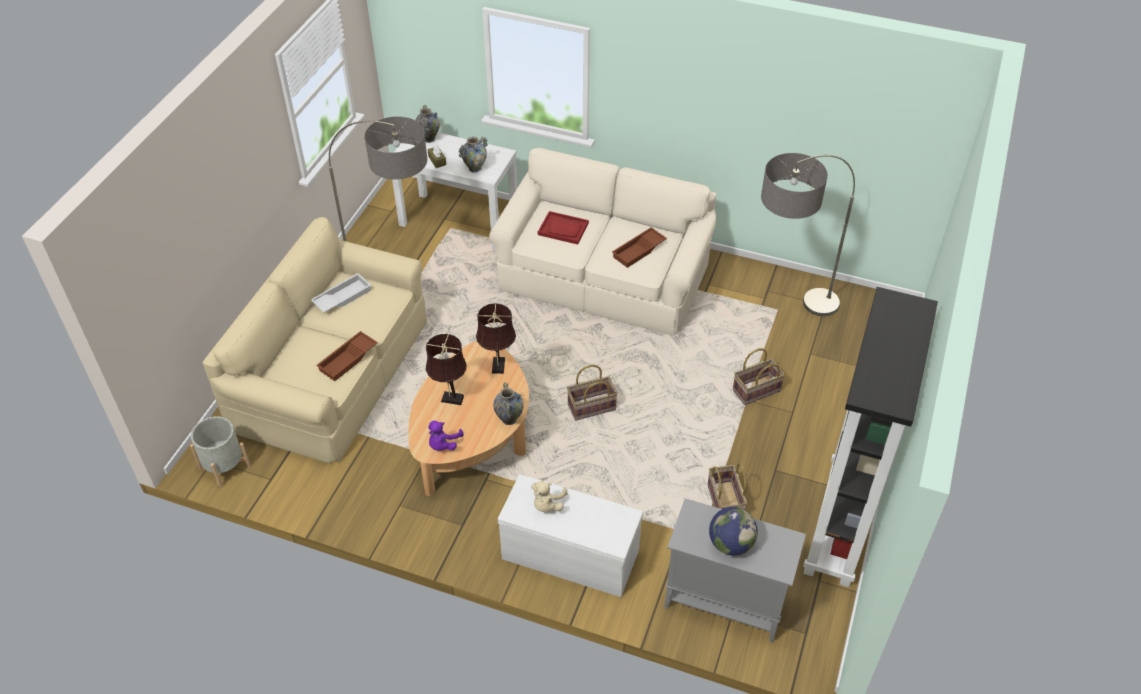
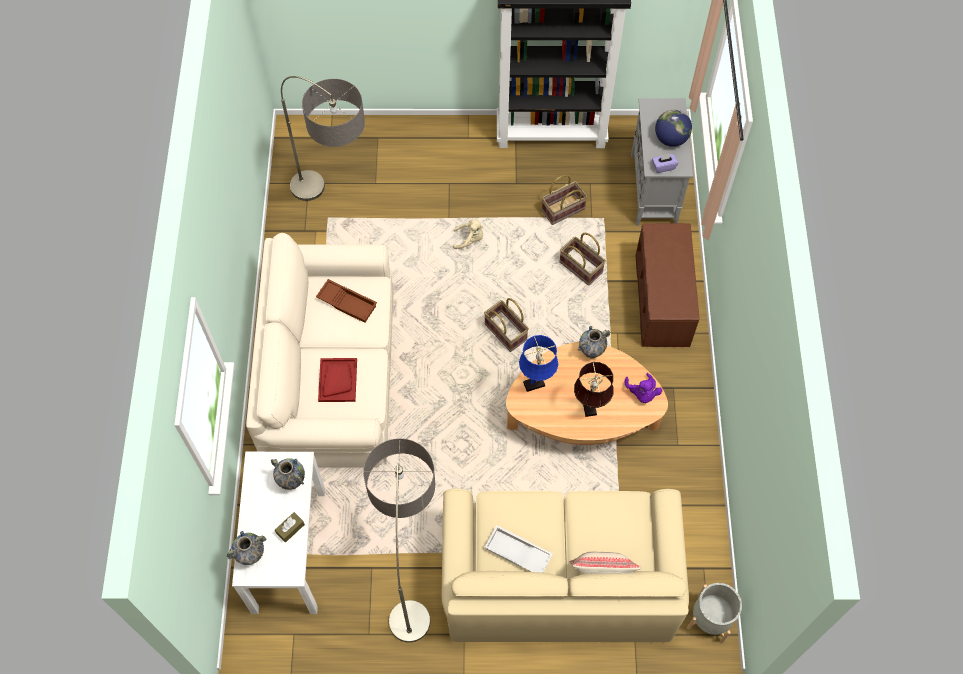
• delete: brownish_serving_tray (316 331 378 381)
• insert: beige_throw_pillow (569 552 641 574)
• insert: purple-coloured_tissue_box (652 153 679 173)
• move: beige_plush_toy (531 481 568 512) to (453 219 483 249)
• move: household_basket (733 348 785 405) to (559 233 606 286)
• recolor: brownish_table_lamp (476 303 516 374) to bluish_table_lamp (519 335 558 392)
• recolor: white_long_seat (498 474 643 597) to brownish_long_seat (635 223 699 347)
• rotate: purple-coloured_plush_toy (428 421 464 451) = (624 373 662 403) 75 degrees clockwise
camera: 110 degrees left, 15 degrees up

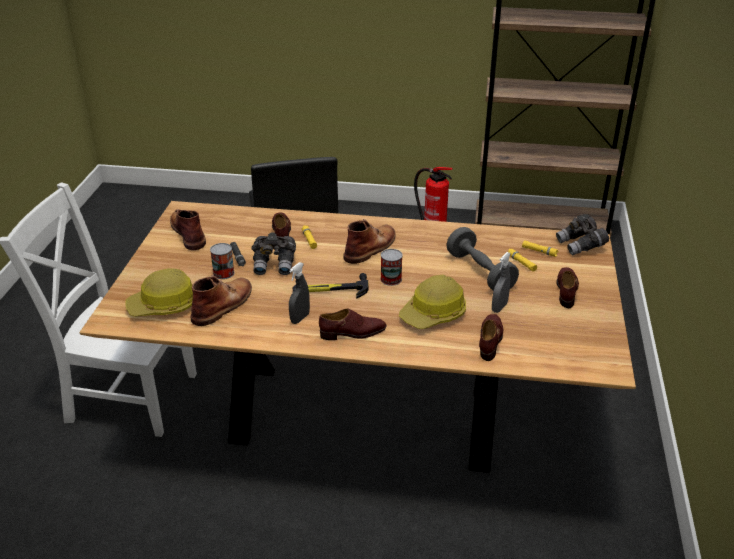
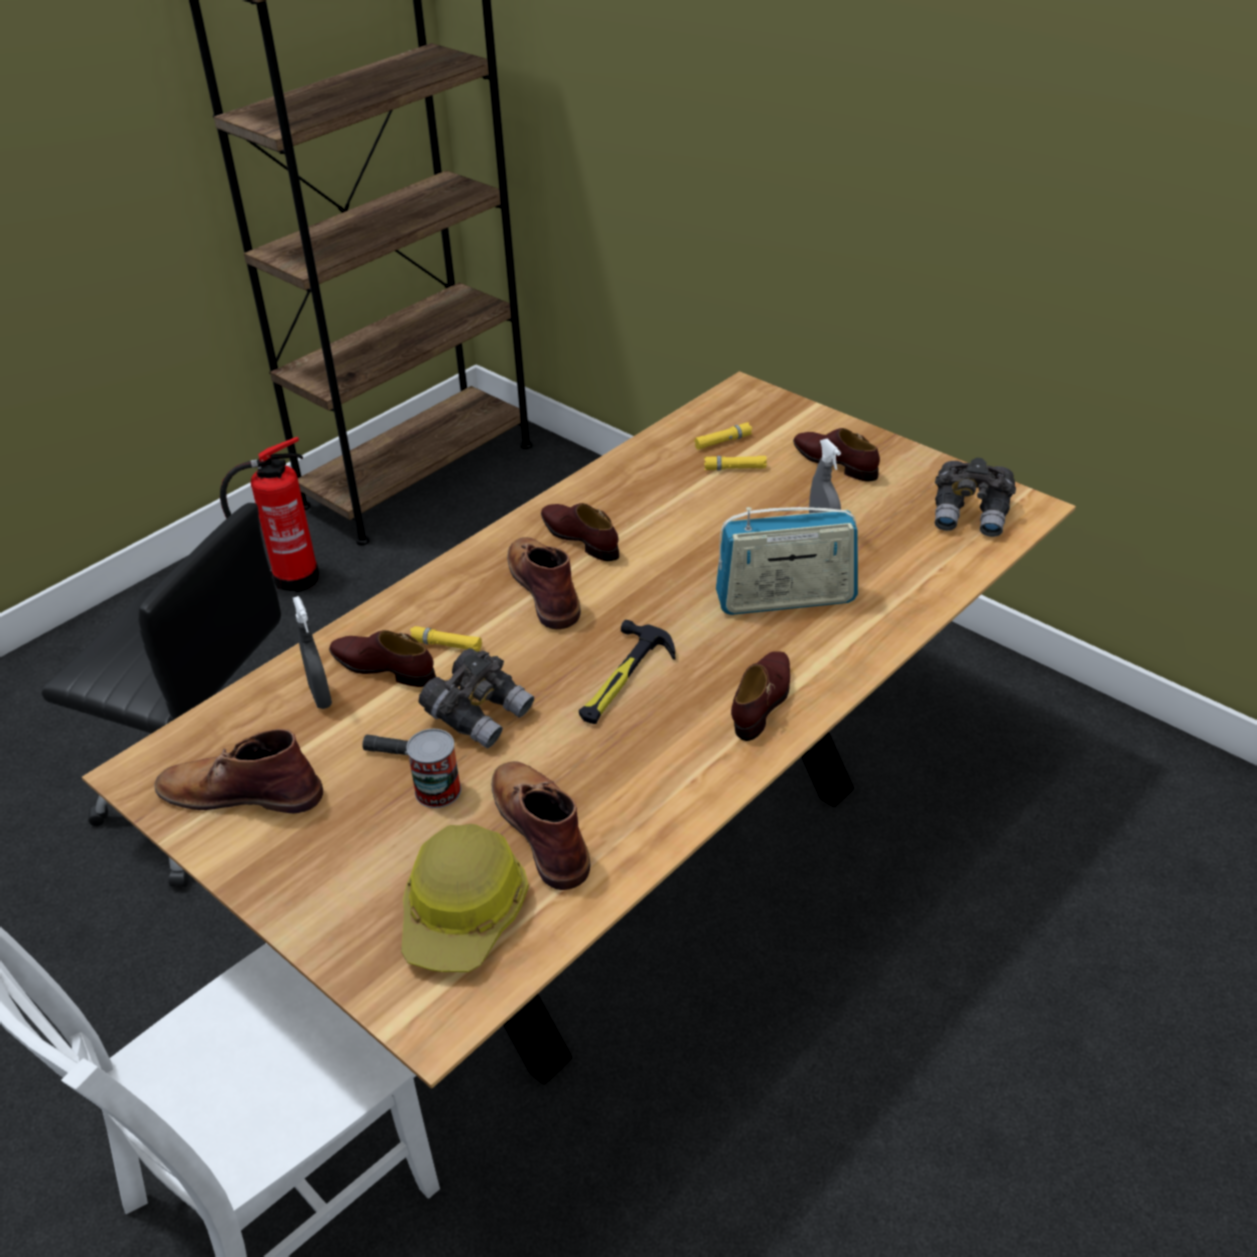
• delete: sealed_can (381 249 403 286)
• delete: grey_hand_weight (446 227 519 291)
• move: grey_hand_sprayer (289 262 310 324) to (293 596 332 709)
• move: brownish_low_shoe (479 314 503 361) to (541 503 619 561)
• move: grey_pair_of_binoculars (556 214 609 255) to (935 457 1016 537)
• replace: hard_hat (399 275 466 329) to radio_receiver (716 507 858 615)
camera: 55 degrees left, 5 degrees up

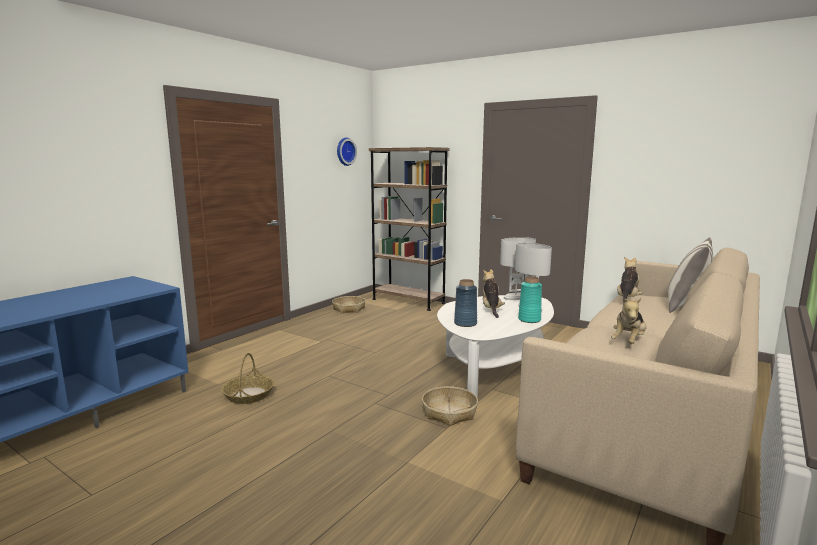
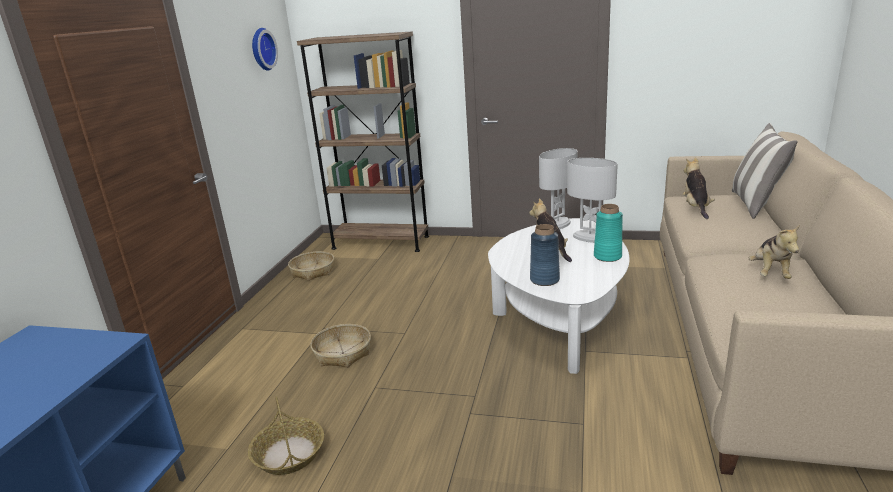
• move: household_basket (422 386 478 426) to (310 324 371 368)
camera: 20 degrees left, 10 degrees up

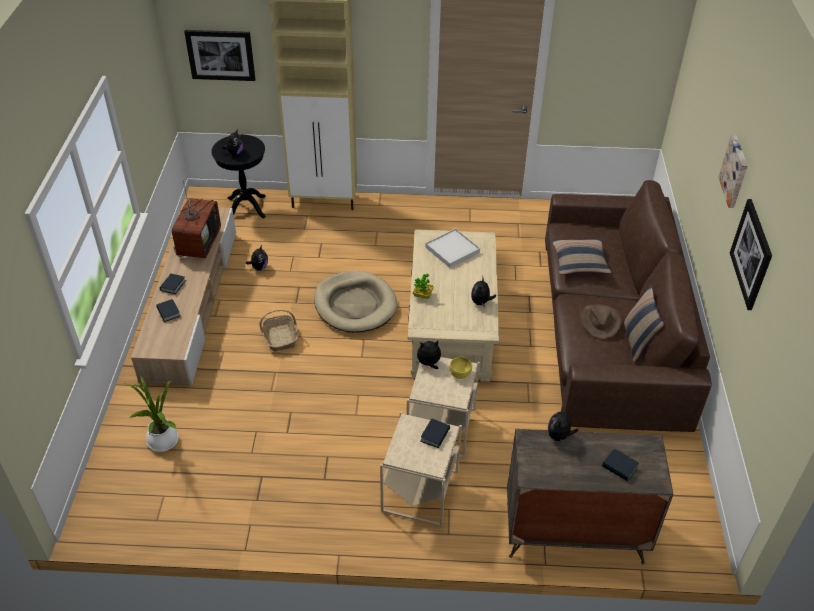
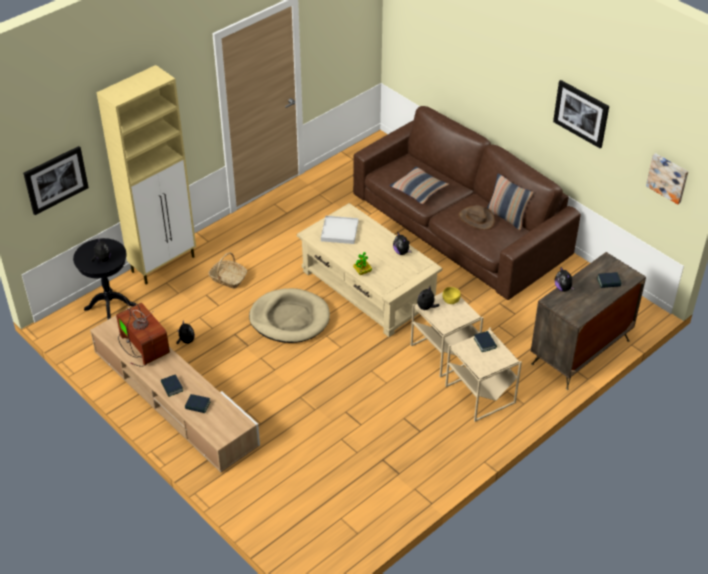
• delete: potted_plant (124 375 179 452)
• move: household_basket (259 309 298 351) to (208 252 247 289)
• move: wall_picture (718 136 748 208) to (646 153 688 204)
camera: 45 degrees left, 0 degrees up

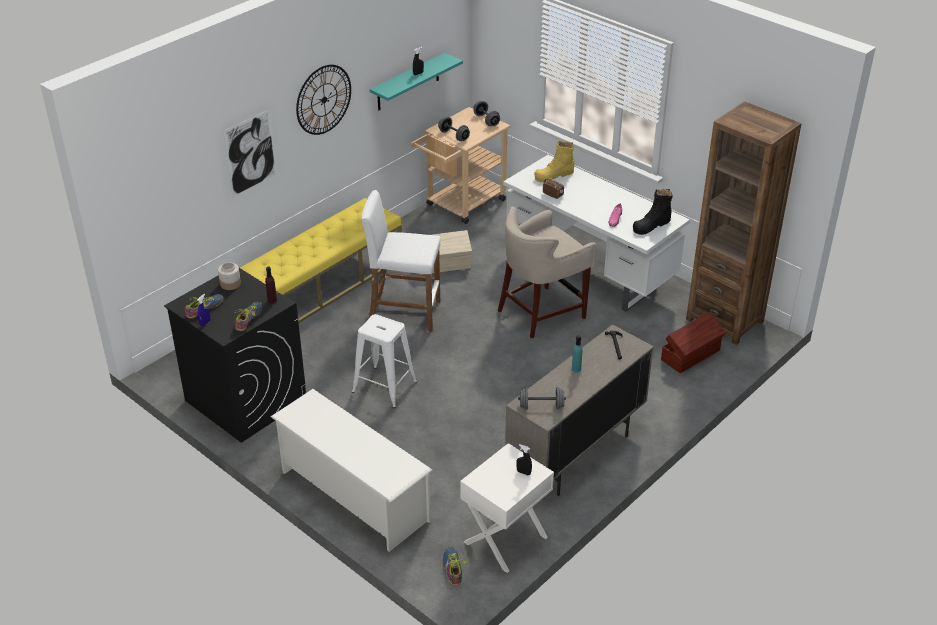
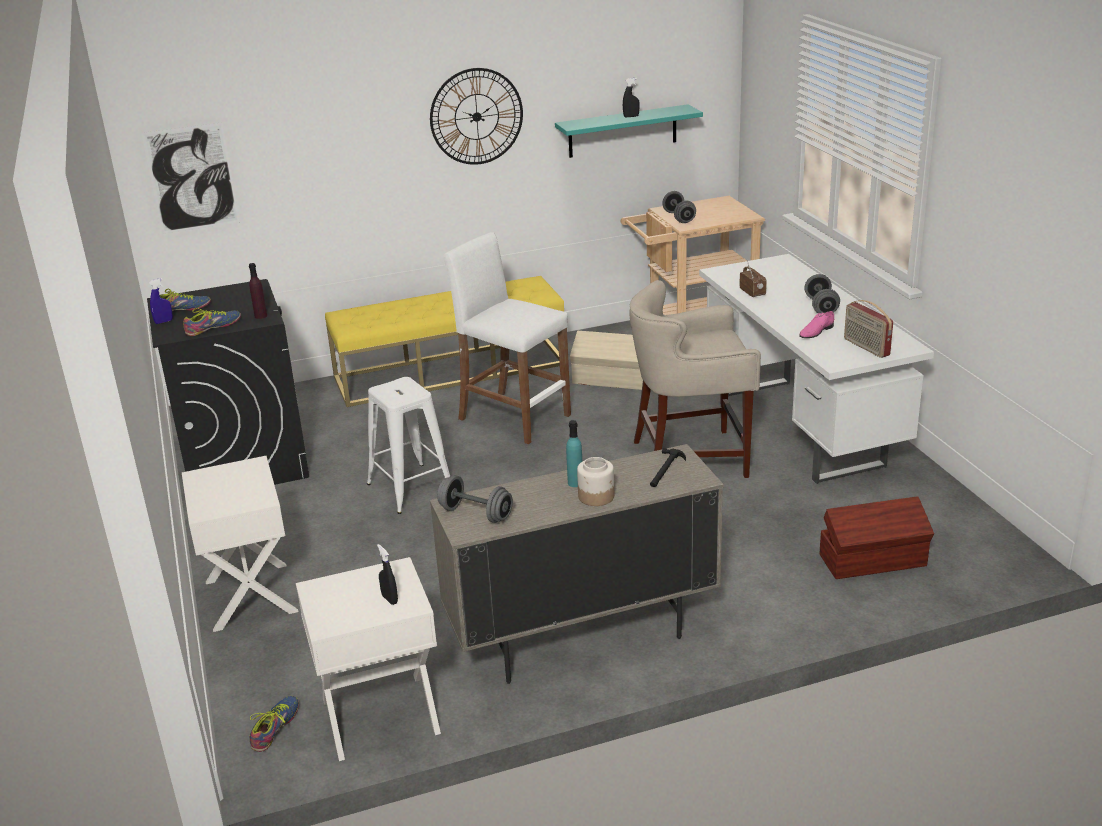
• delete: yellowish_boot (534 141 575 182)
• delete: brownish_shelving_unit (686 101 802 345)
• move: storage_jar (218 262 241 290) to (577 457 614 506)
• move: wall_picture (223 110 277 198) to (141 122 240 234)
• move: grey_hand_weight (473 101 500 126) to (804 274 840 313)
• replace: white_shoe_stand (271 389 432 552) to white_night_table (182 456 298 632)
• replace: black-coloured_boot (633 189 672 235) to radio_receiver (844 300 893 358)
camera: 30 degrees right, 10 degrees down

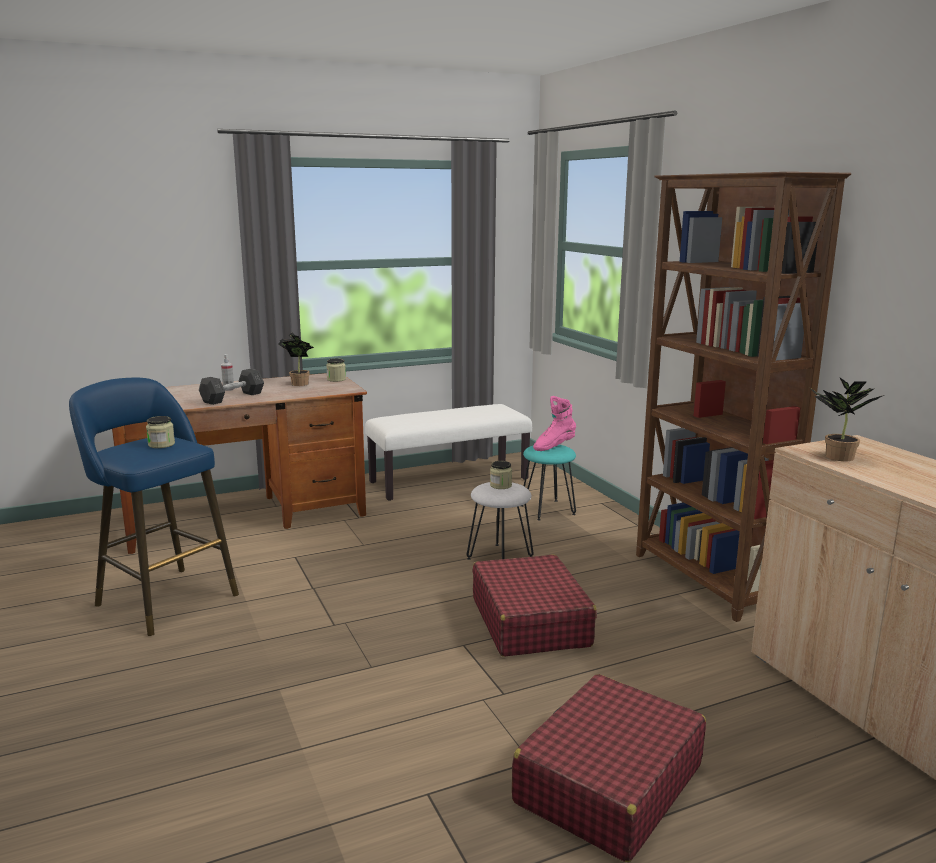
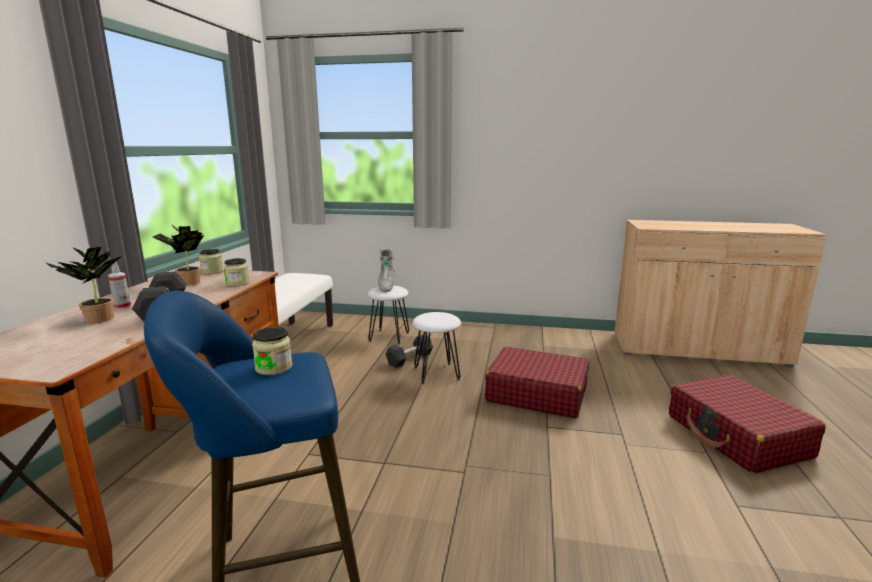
• delete: brownish_shelving_unit (636 172 851 622)
• insert: grey_hand_weight (385 335 433 368)
• move: storage_jar (490 461 512 489) to (224 258 250 286)
• move: potted_plant (810 378 884 461) to (45 247 121 323)
• recolor: turquoise-coloured_stool (521 445 576 521) to white_stool (368 286 409 344)
• recolor: pink-coloured_boot (533 396 576 451) to grey_boot (378 248 395 292)
camera: 55 degrees left, 0 degrees up

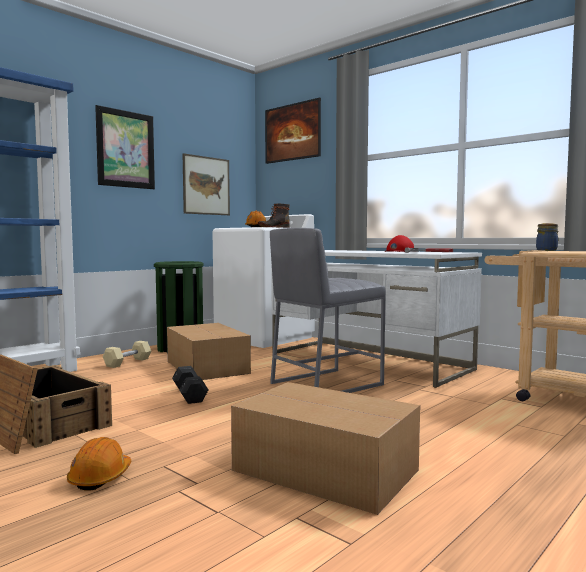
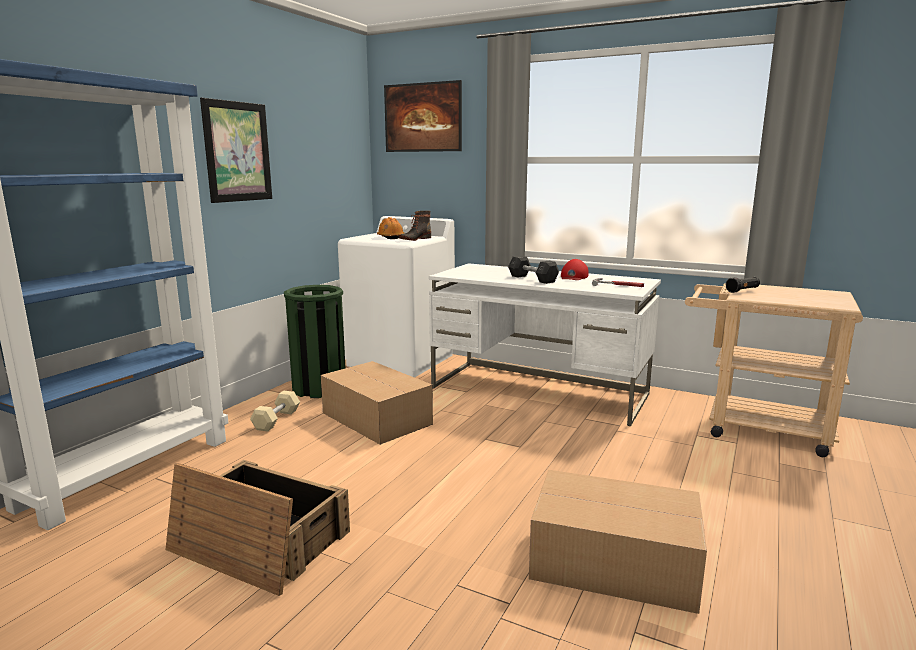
• delete: orange-coloured_hard_hat (67 437 131 491)
• delete: wall_picture (183 153 230 215)
• delete: grey_stool (270 228 386 393)
• move: grey_hand_weight (172 366 208 404) to (508 256 559 284)
• replace: storage_jar (536 223 558 251) to black-coloured_torch (726 277 760 293)
camera: 15 degrees left, 10 degrees up

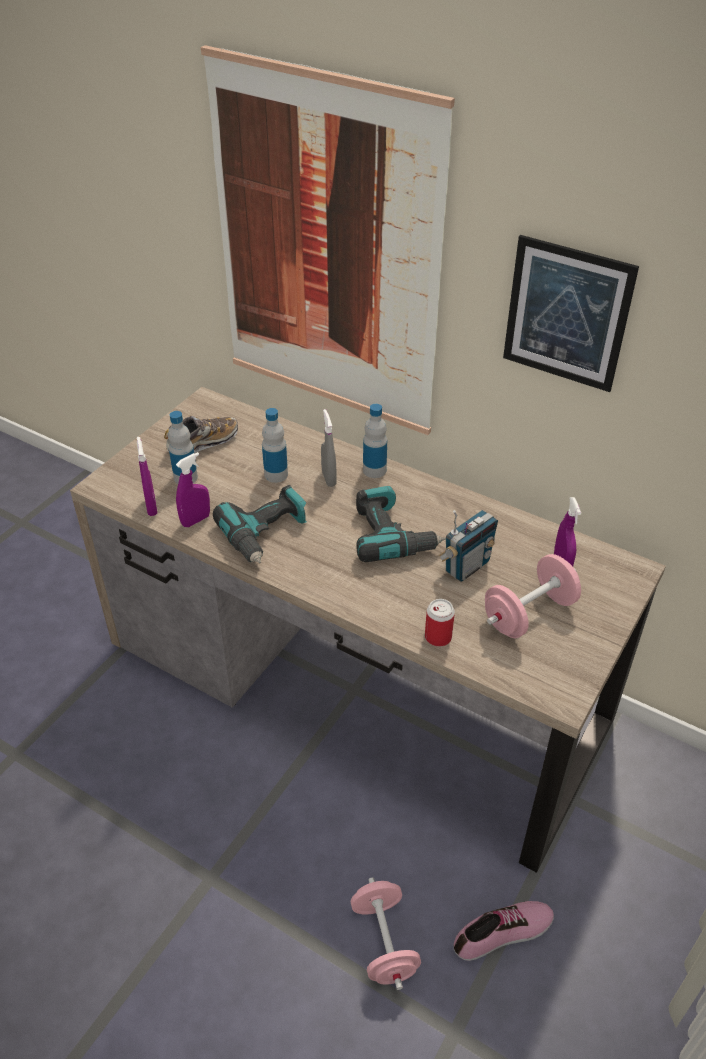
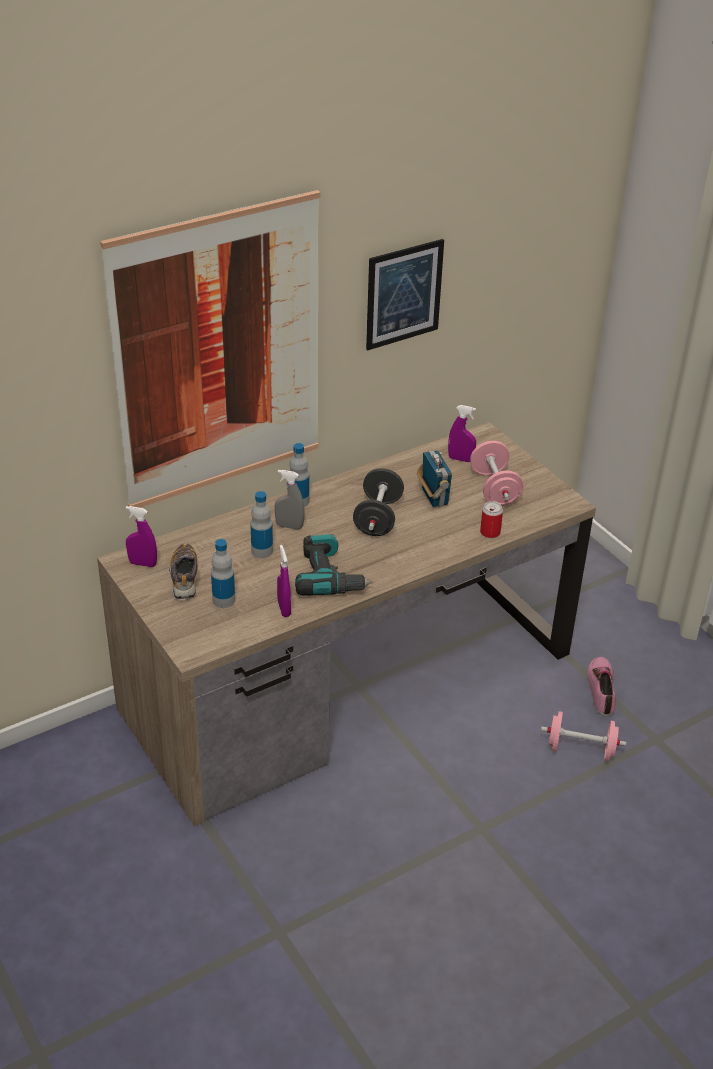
• move: purple-coloured_hand_sprayer (137 437 157 516) to (126 506 157 567)
• replace: power_drill (356 486 446 562) to black-coloured_hand_weight (353 468 404 536)
camera: 65 degrees left, 5 degrees down

